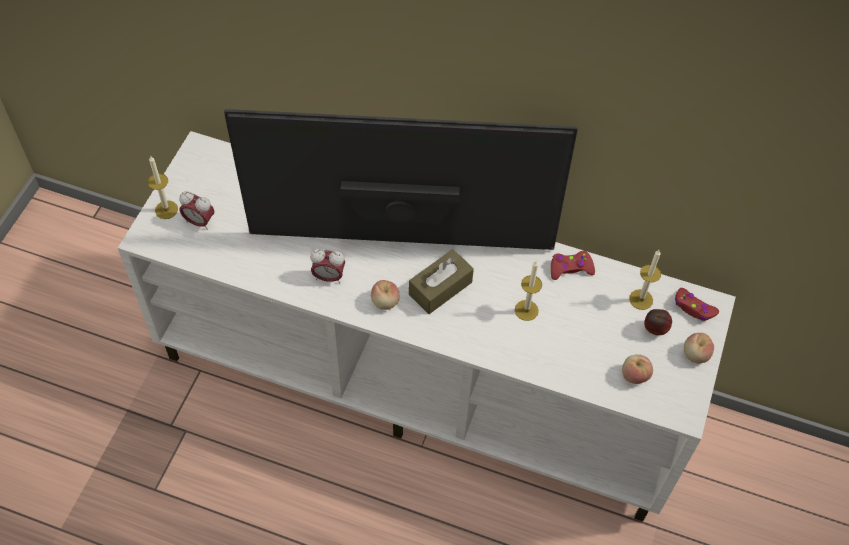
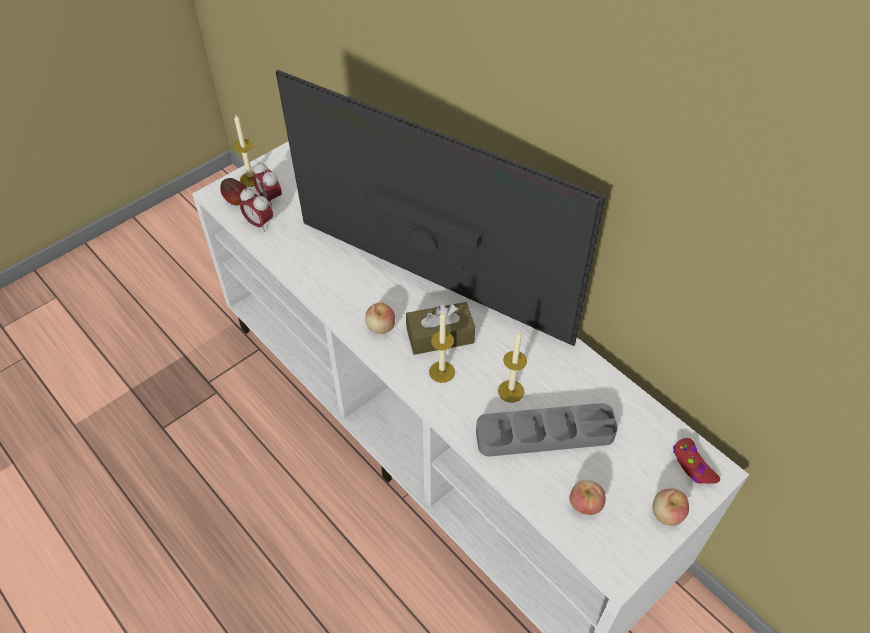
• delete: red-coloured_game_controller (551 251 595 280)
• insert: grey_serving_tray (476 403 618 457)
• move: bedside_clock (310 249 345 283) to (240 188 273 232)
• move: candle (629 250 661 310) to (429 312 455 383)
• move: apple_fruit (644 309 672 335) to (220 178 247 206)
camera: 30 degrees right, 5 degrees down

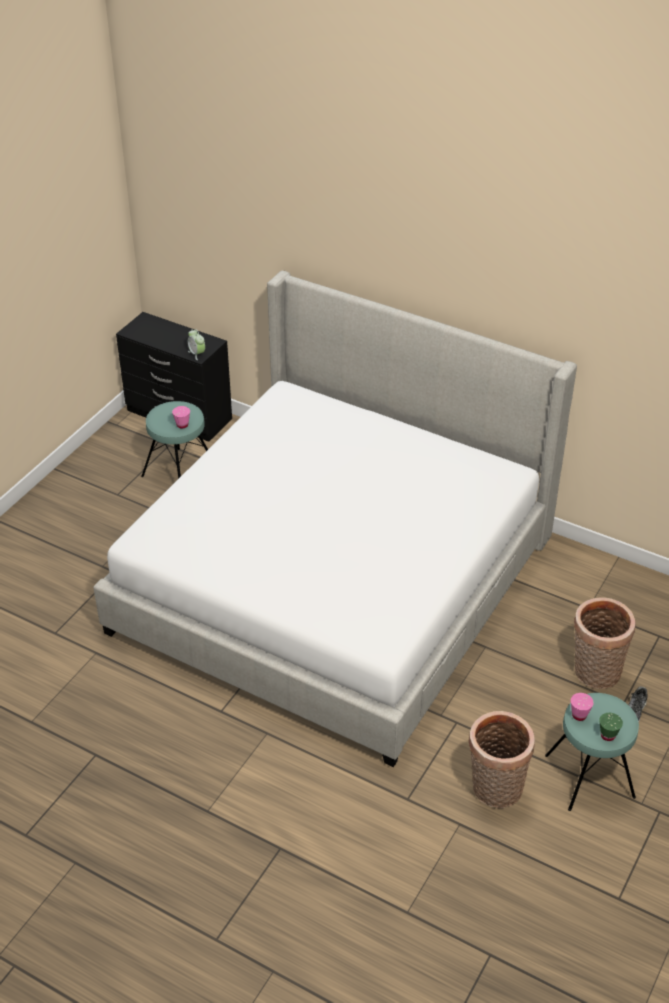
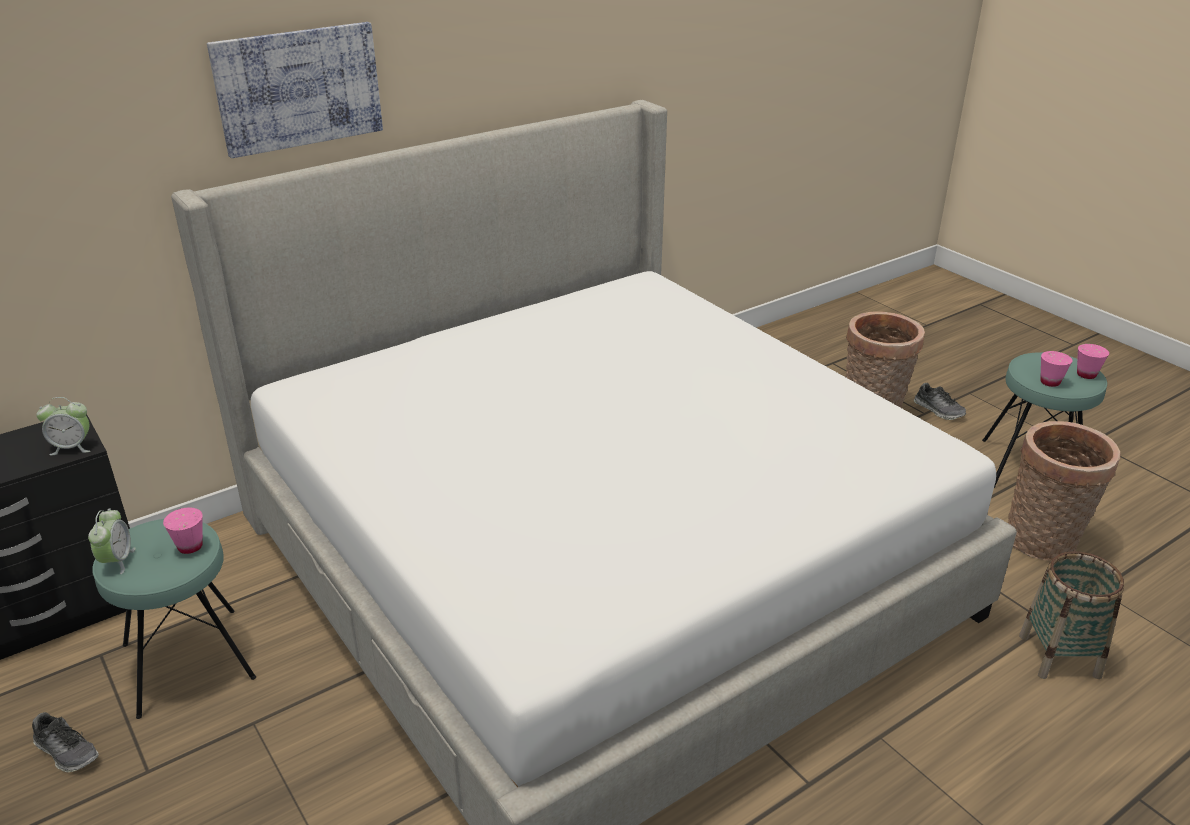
• insert: low_shoe (32 712 99 772)
• insert: bedside_clock (88 508 136 574)
• insert: wall_picture (207 22 383 158)
• insert: household_basket (1019 551 1124 679)
• recolor: green-coloured_drinking_cup (599 713 623 741) to pink-coloured_drinking_cup (1077 344 1109 379)
camera: 65 degrees left, 10 degrees down

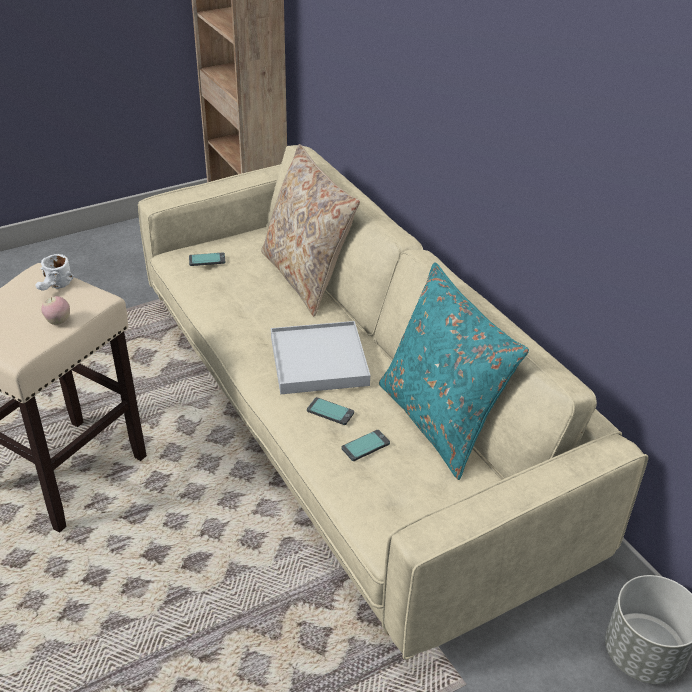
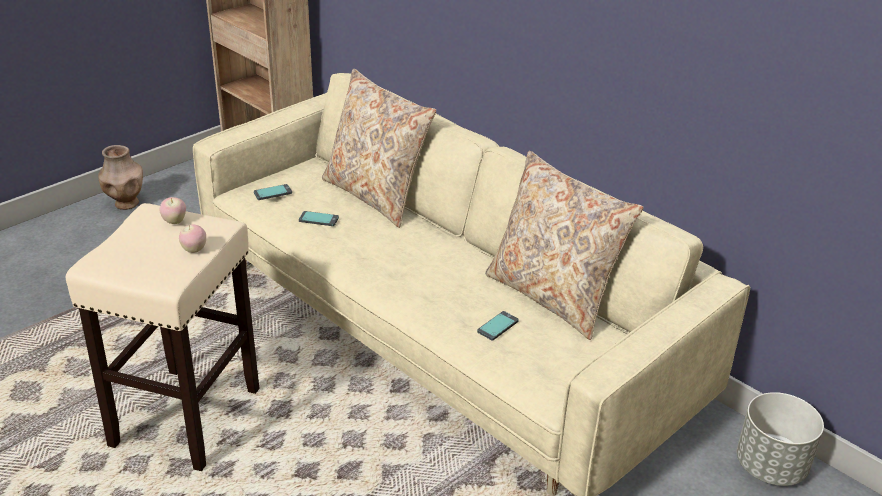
• delete: white_serving_tray (271 321 370 394)
• insert: brownish_flower_vase (98 145 143 210)
• move: telephone (307 397 354 425) to (299 211 339 226)
• replace: white_mug (35 254 74 290) to apple_fruit (160 197 186 224)
• recolor: turquoise-coloured_throw_pillow (379 262 529 480) to beige_throw_pillow (485 151 643 340)
camera: 15 degrees left, 5 degrees down

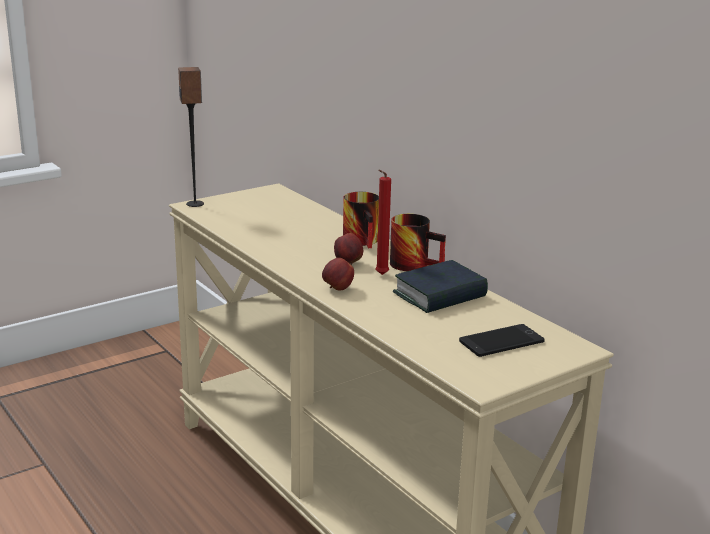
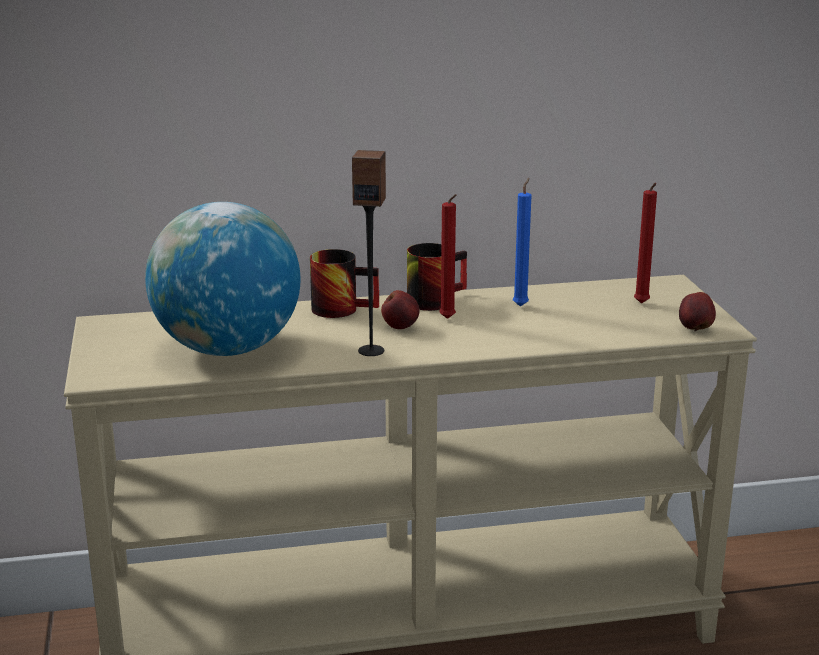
• insert: world_globe (145 202 300 356)
• move: loudspeaker (178 67 204 207) to (352 150 386 356)
• move: apple_fruit (322 258 354 291) to (679 292 716 331)
• replace: volume (393 260 488 313) to bluish_candle (513 178 531 307)
• replace: telephone (459 324 545 357) to red-coloured_candle (634 182 657 304)
camera: 65 degrees left, 0 degrees up

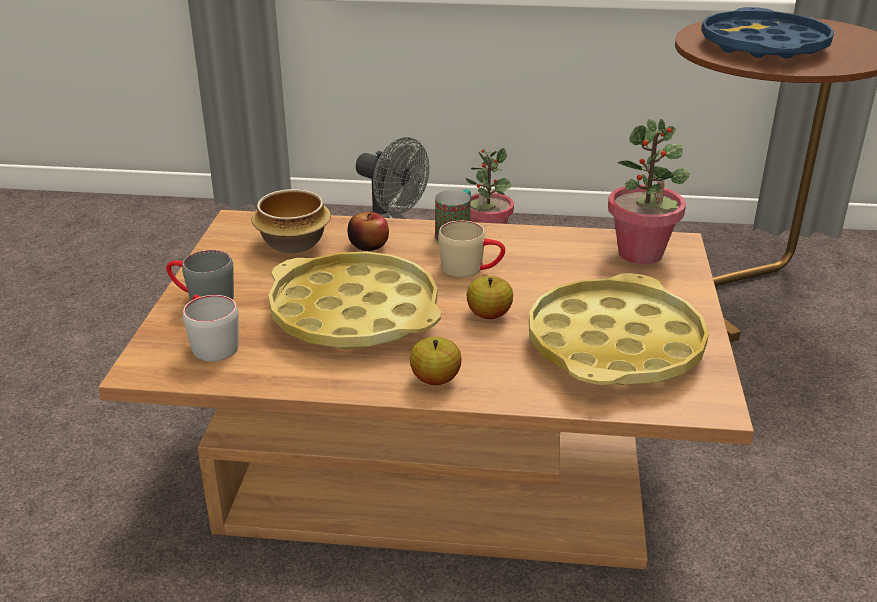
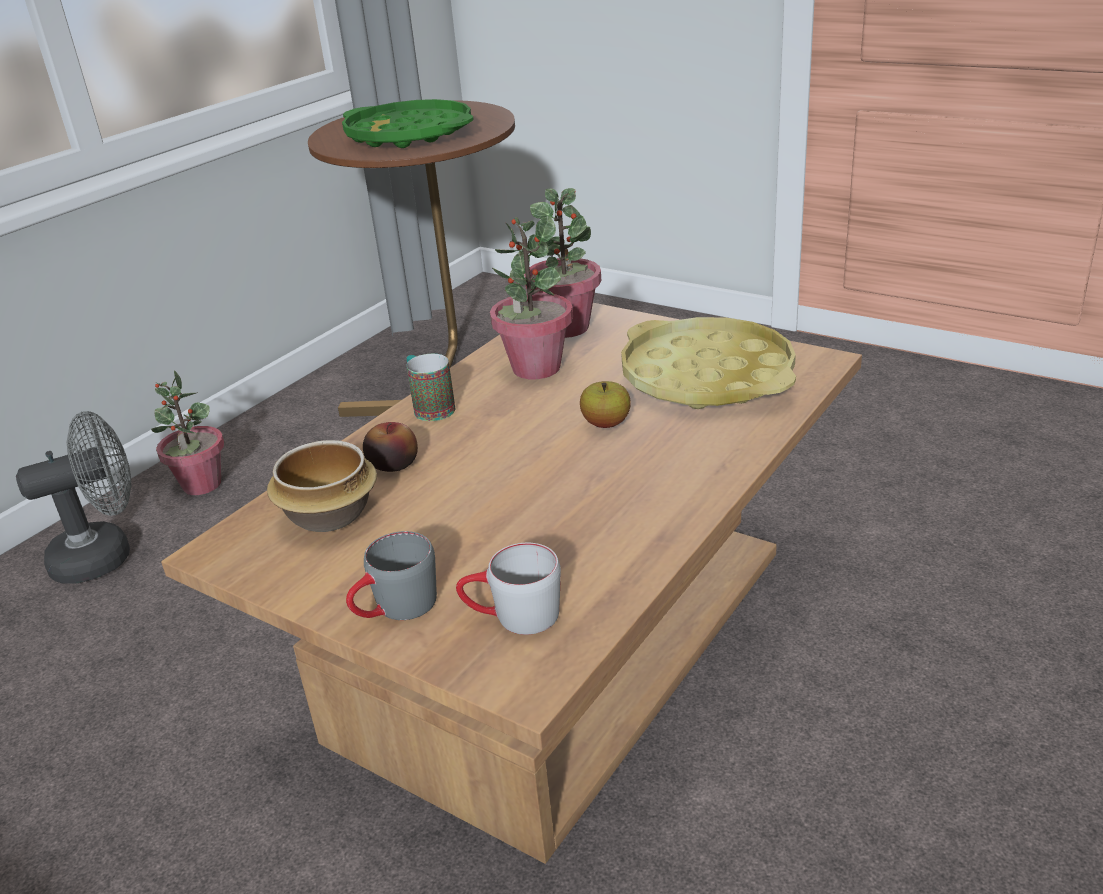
• delete: yellowish_serving_tray (268 251 441 350)
• delete: apple_fruit (410 337 462 385)
• delete: beige_mug (438 221 505 278)
• insert: potted_plant (490 216 573 379)
• recolor: bluish_serving_tray (701 7 834 58) to green-coloured_serving_tray (342 99 473 148)
camera: 60 degrees left, 0 degrees up

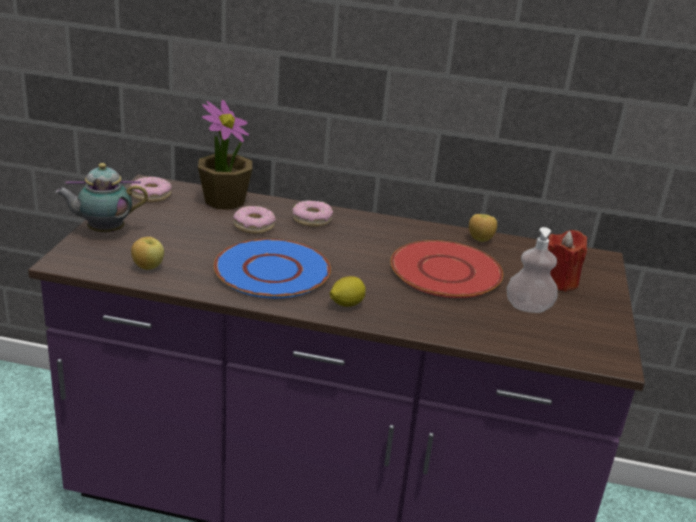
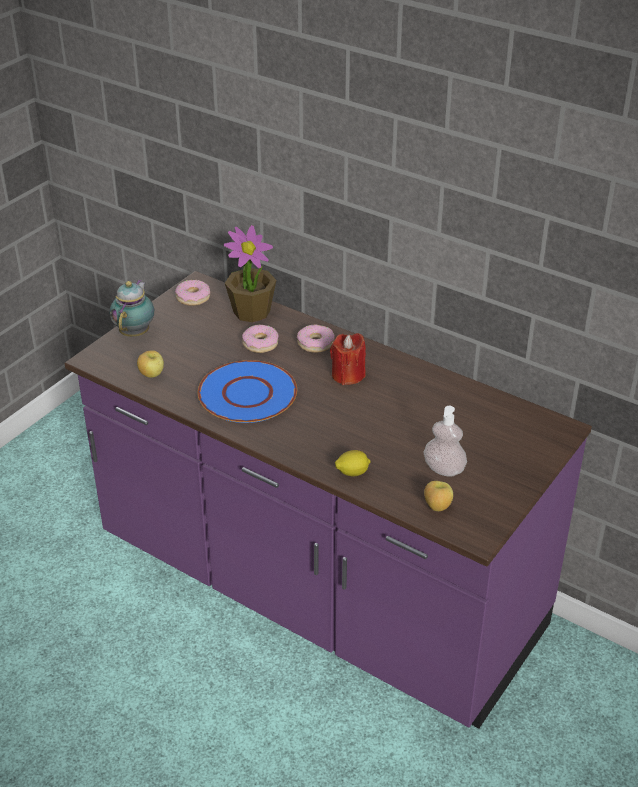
• delete: red-coloured_flat_dish (391 240 503 298)
• move: lemon (330 276 366 307) to (335 450 371 477)
• move: apple_fruit (469 214 497 242) to (424 481 453 511)
• move: red-coloured_candle (548 230 587 292) to (330 333 366 385)
• rotate: pot_for_tea (55 163 148 232) = (110 280 154 337) 90 degrees clockwise
camera: 25 degrees right, 10 degrees up

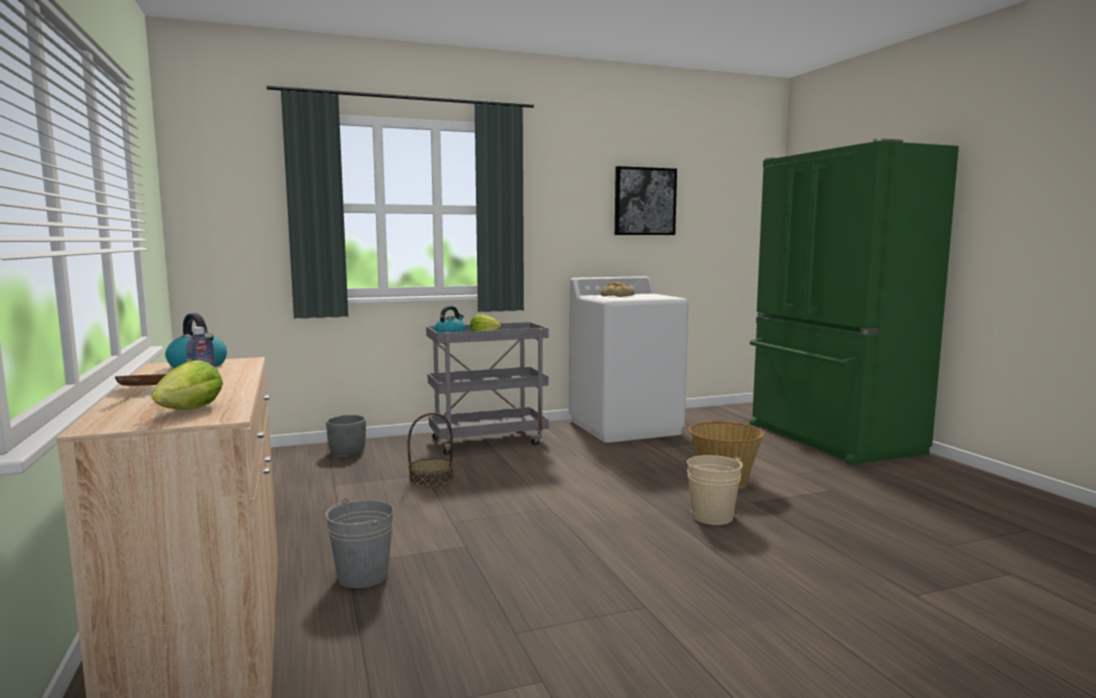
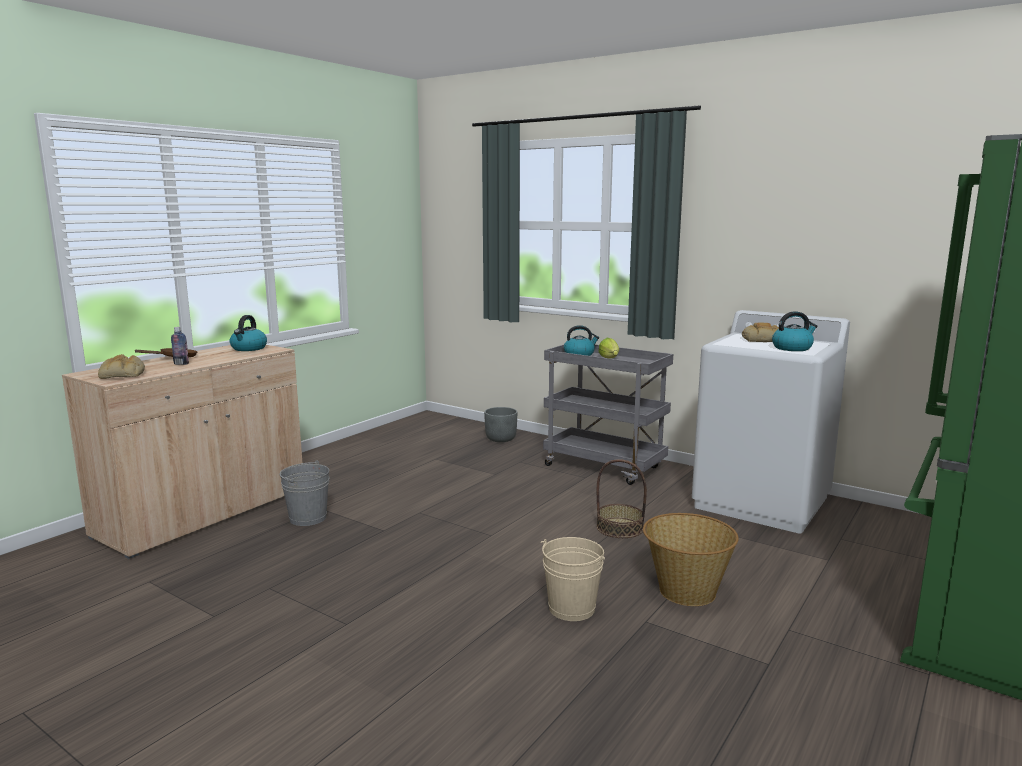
• delete: wall_picture (615 166 677 235)
• insert: water_kettle (772 311 818 351)
• move: household_basket (407 413 454 487) to (597 459 647 538)
• replace: lettuce (151 360 223 410) to bread (98 354 145 379)
camera: 55 degrees right, 5 degrees up

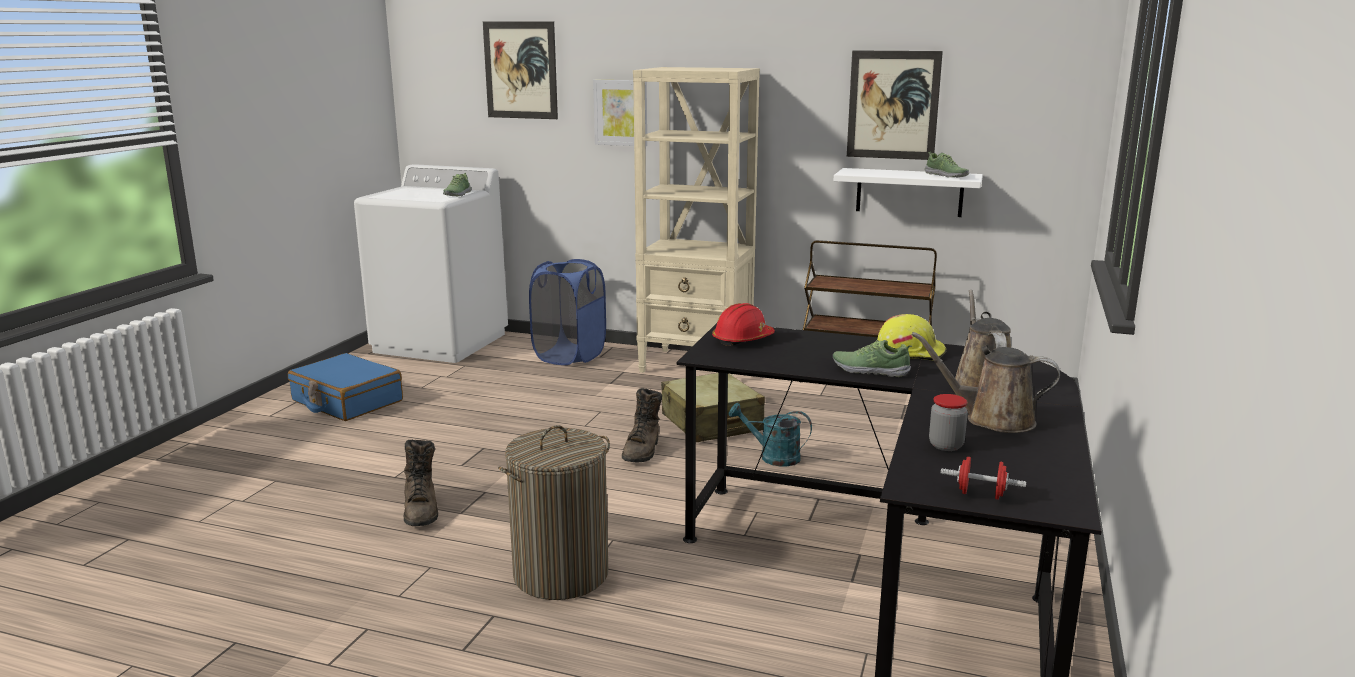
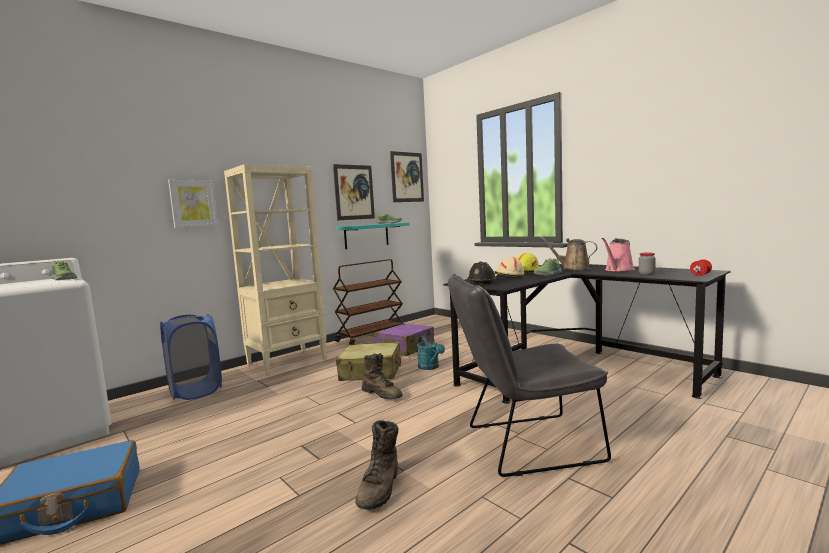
• insert: purple-coloured_travel_case (374 323 434 356)
• insert: beige_hard_hat (495 256 524 277)
• move: wall_picture (483 21 558 119) to (390 151 424 202)
• replace: hamper (498 425 610 600) to grey_plain_chair (448 274 611 477)
• recolor: red-coloured_hard_hat (712 303 775 346) to black-coloured_hard_hat (467 261 496 285)
• recolor: white_shelf (834 168 983 217) to turquoise-coloured_shelf (336 223 409 249)
• recolor: brownish_watering_can (912 332 1060 433) to pink-coloured_watering_can (602 238 635 272)
• rotate: brownish_boot (404 440 438 526) = (356 420 398 510) 90 degrees clockwise
• rotate: turquoise-coloured_watering_can (729 403 812 466) = (417 336 445 370) 75 degrees counterclockwise
camera: 60 degrees left, 10 degrees down

